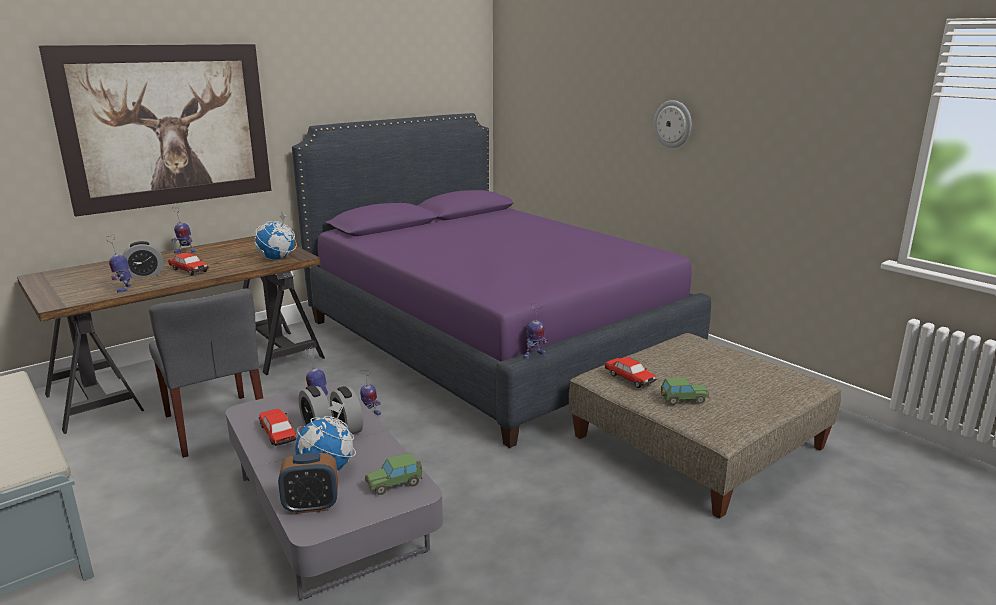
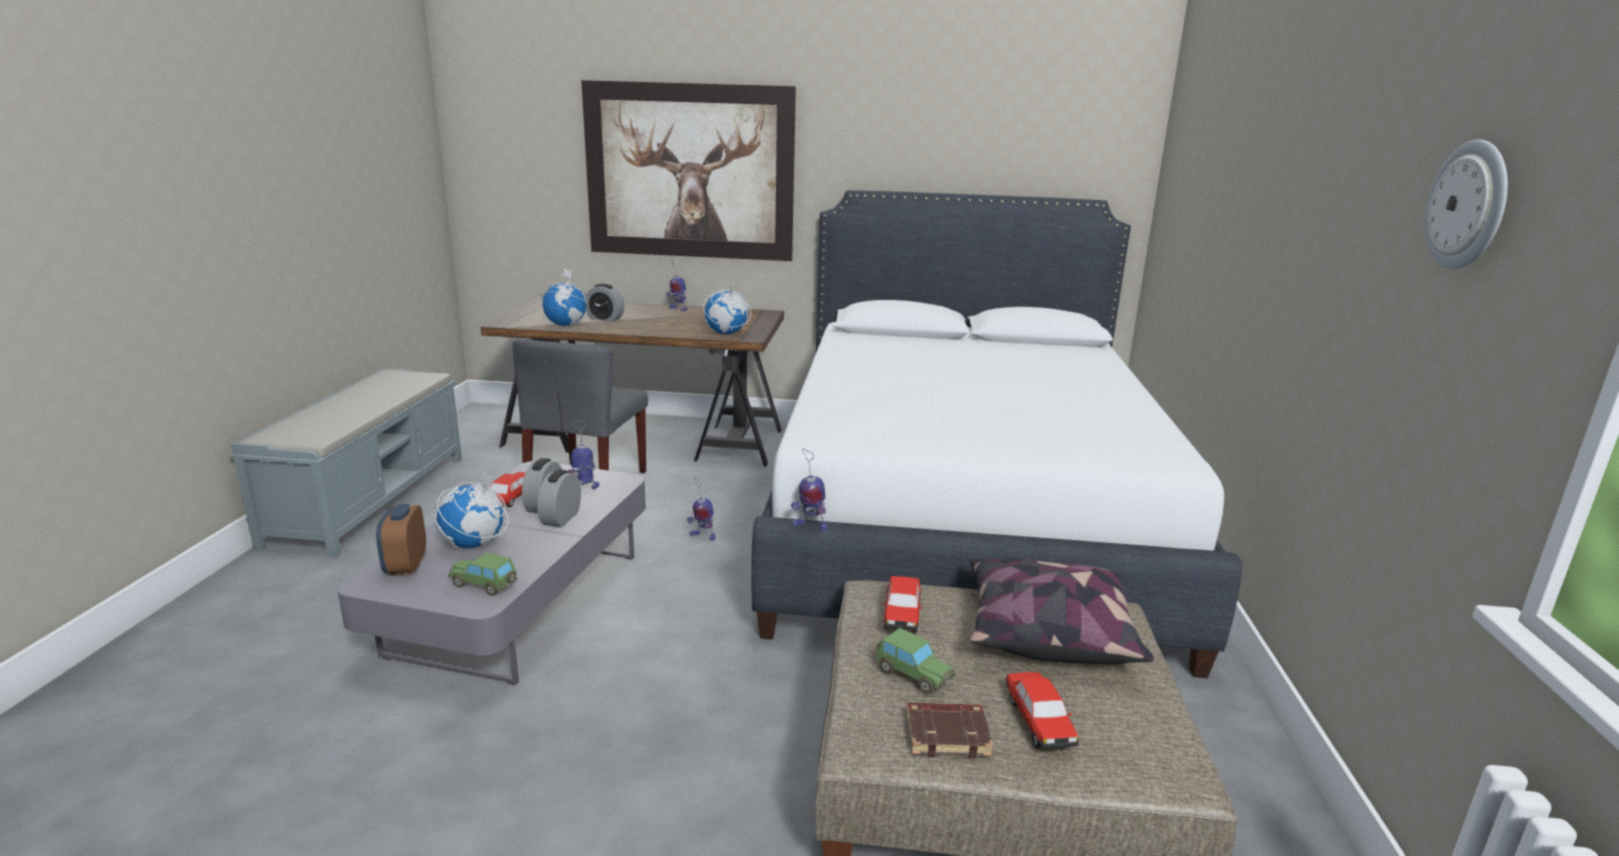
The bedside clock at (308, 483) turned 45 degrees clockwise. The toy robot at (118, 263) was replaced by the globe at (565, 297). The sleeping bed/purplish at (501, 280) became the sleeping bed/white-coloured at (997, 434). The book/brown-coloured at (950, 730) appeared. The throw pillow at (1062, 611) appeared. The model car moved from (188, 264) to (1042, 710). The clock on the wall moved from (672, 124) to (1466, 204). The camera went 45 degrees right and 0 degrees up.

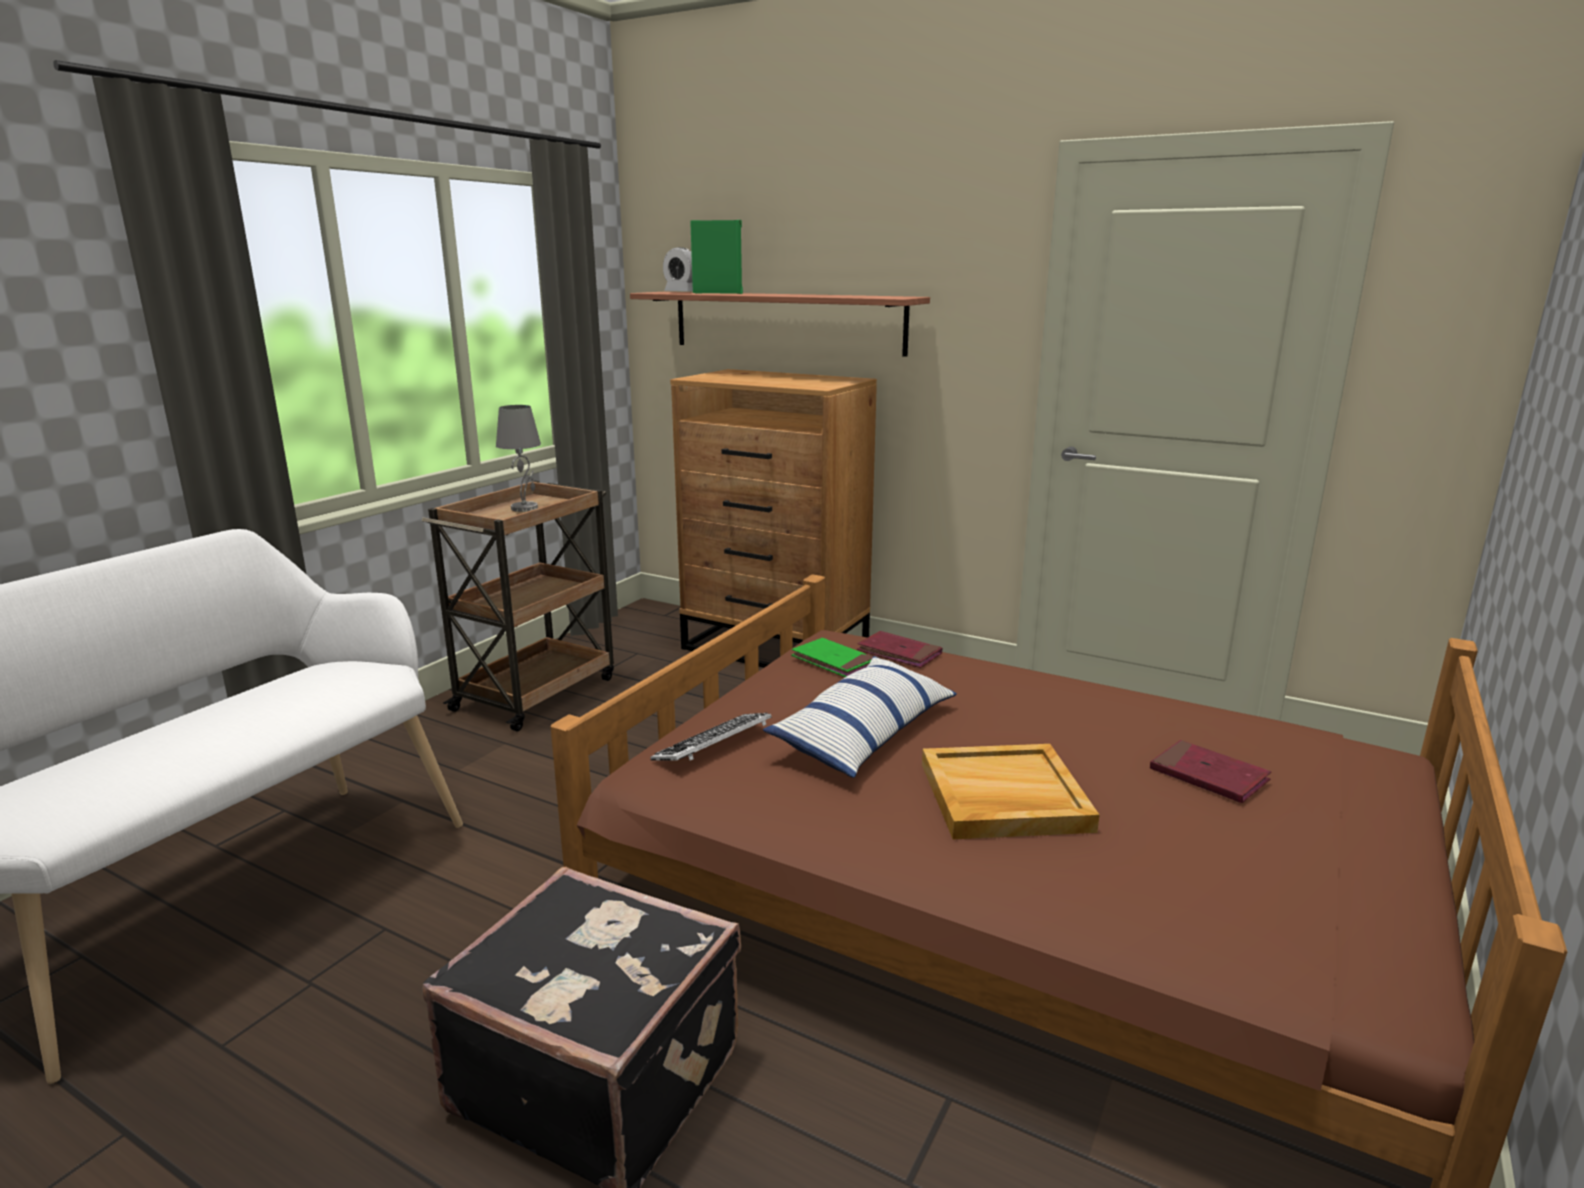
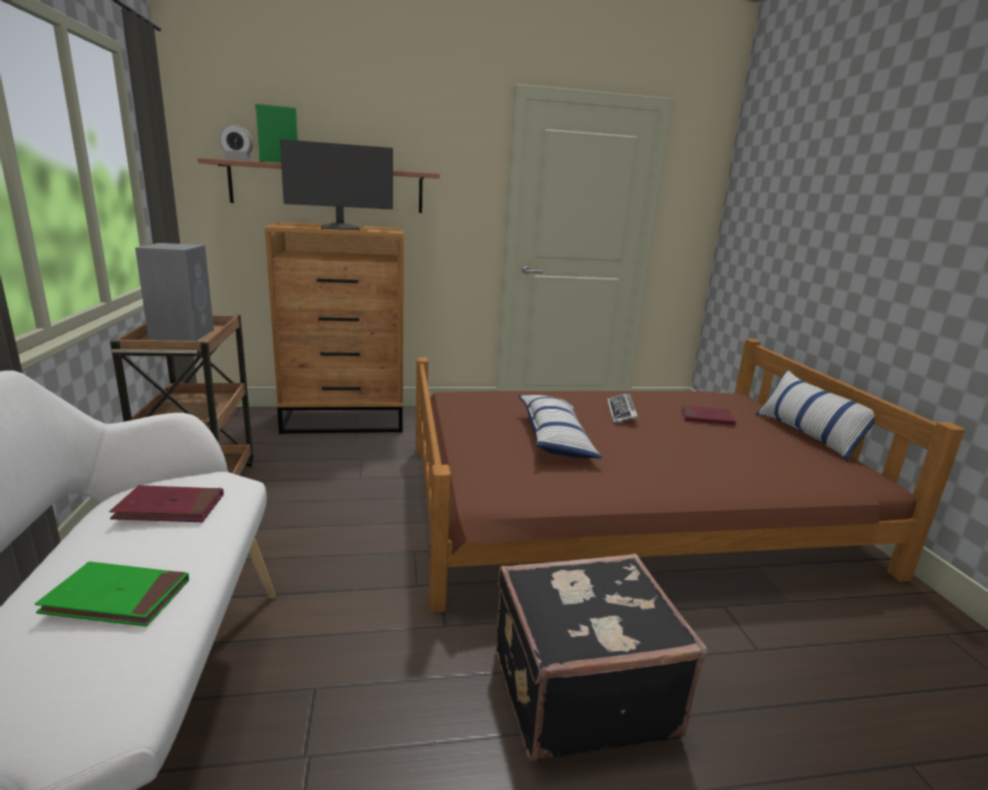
The book/greenish moved from (832, 657) to (112, 594). The book/reddish moved from (899, 649) to (166, 503). The lamp for a table/gray at (518, 458) was replaced by the speaker/gray at (174, 292). The monitor at (336, 184) appeared. The keyboard moved from (711, 737) to (622, 408). The throw pillow at (815, 415) appeared. The tray/beige at (1011, 791) disappeared. The camera went 40 degrees left and 0 degrees up.

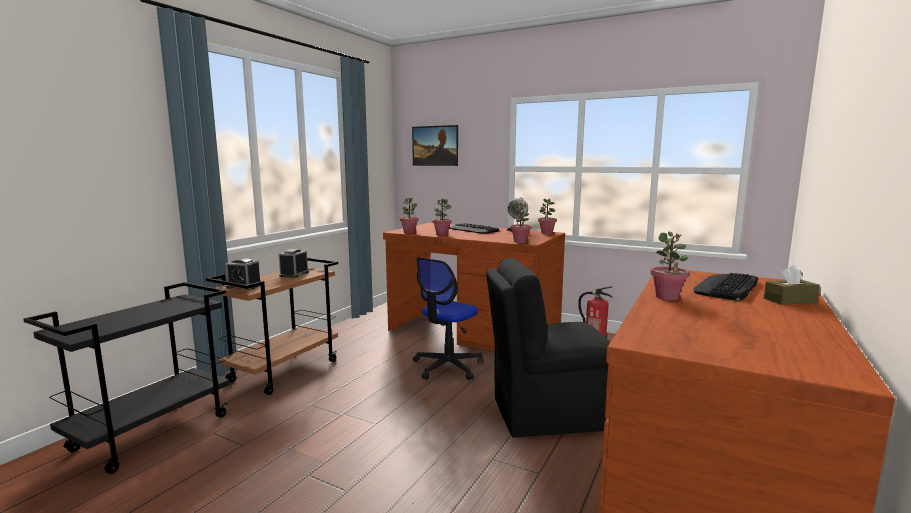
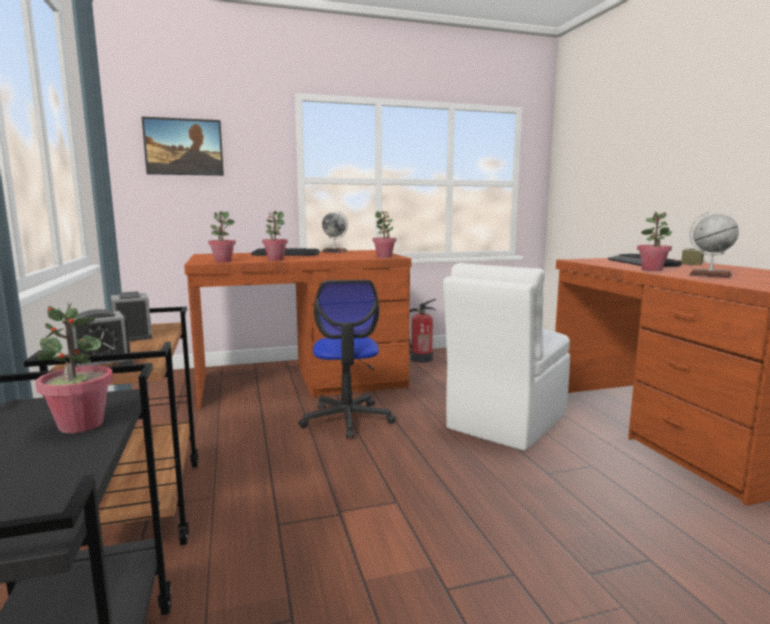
The houseplant moved from (547, 216) to (74, 367). The upright chair/black-coloured at (548, 347) became the upright chair/white-coloured at (506, 357). The globe at (714, 245) appeared. The camera went 45 degrees left and 0 degrees up.

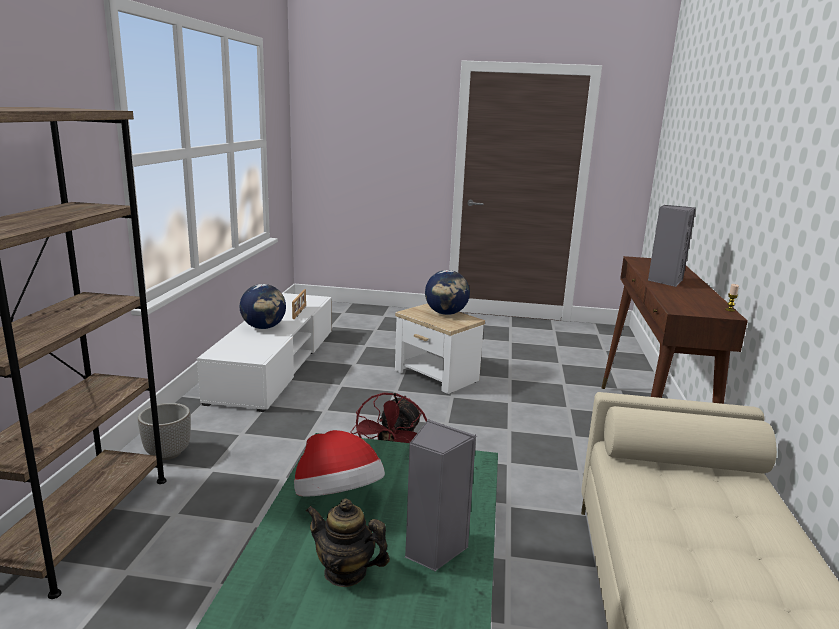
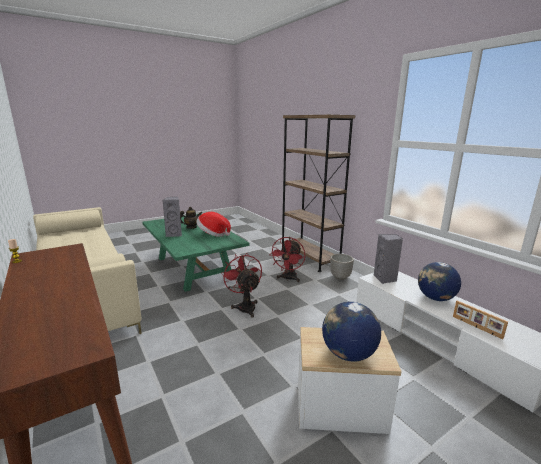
The cooling fan/reddish at (287, 259) appeared. The speaker/gray moved from (672, 246) to (388, 259). The camera went 140 degrees right and 0 degrees up.

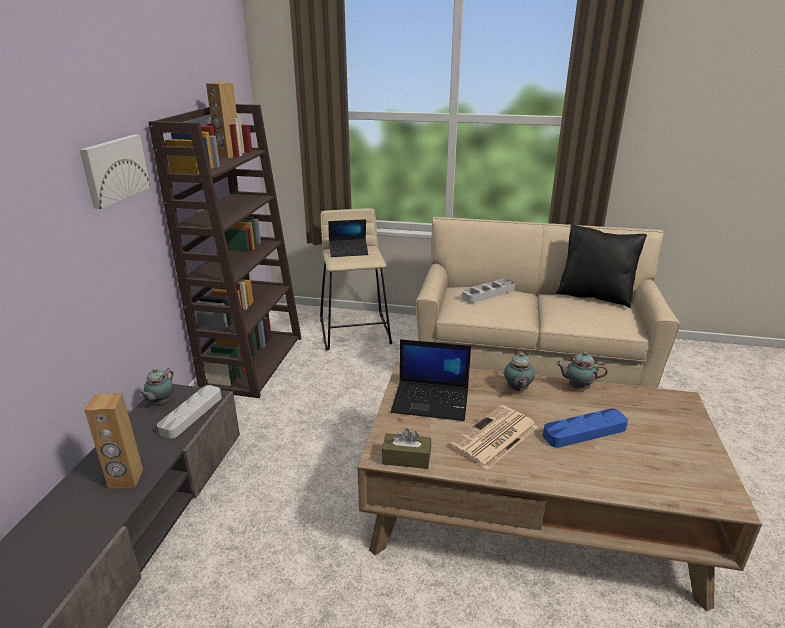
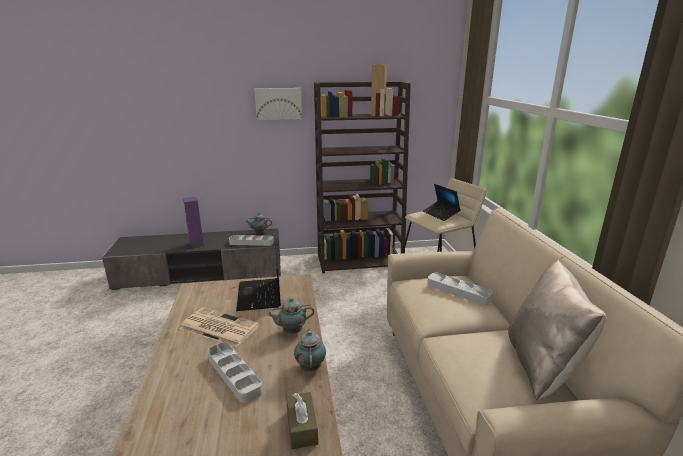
The speaker/brown-coloured at (113, 441) became the speaker/purplish at (193, 222). The tray/blue at (585, 428) became the tray/gray at (235, 372). The tissue holder/brown-coloured moved from (406, 448) to (302, 420). The throw pillow/black-coloured at (601, 266) became the throw pillow/beige at (557, 330). The camera went 70 degrees right and 5 degrees down.

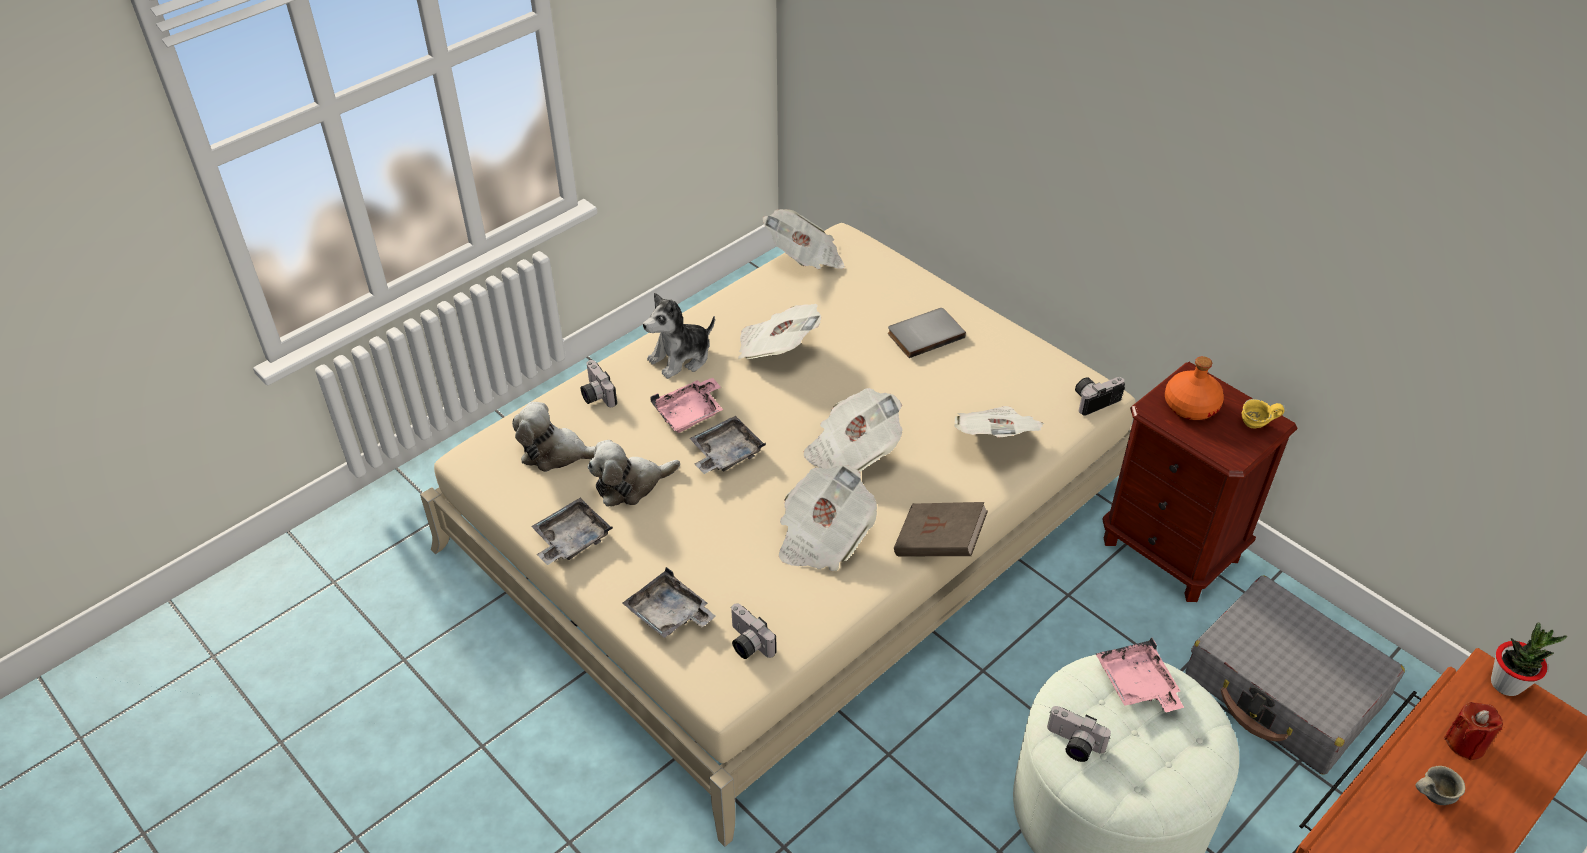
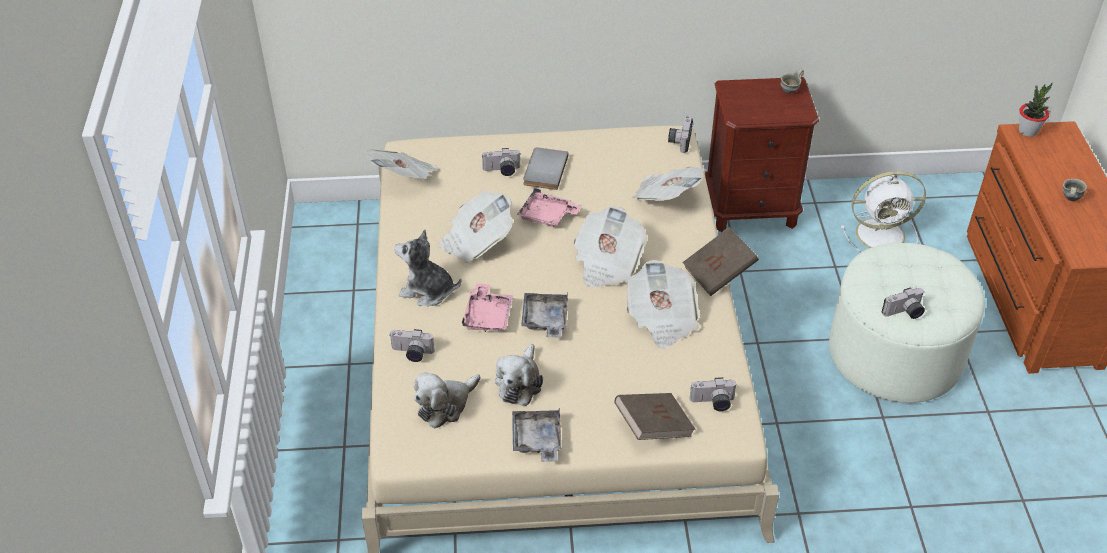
The plush toy at (679, 336) turned 105 degrees clockwise. The photo camera at (501, 162) appeared. The tray/pink moved from (1140, 675) to (549, 207). The tray/gray at (669, 602) was replaced by the book/brown-coloured at (655, 416). The mug/yellow-coloured at (1263, 413) became the mug/gray at (792, 81). The travel case/gray at (1295, 675) was replaced by the cooling fan/white-coloured at (883, 211). The drink bottle/orange at (1194, 388) disappeared. The candle/reddish at (1473, 731) disappeared. The camera went 50 degrees left and 0 degrees up.

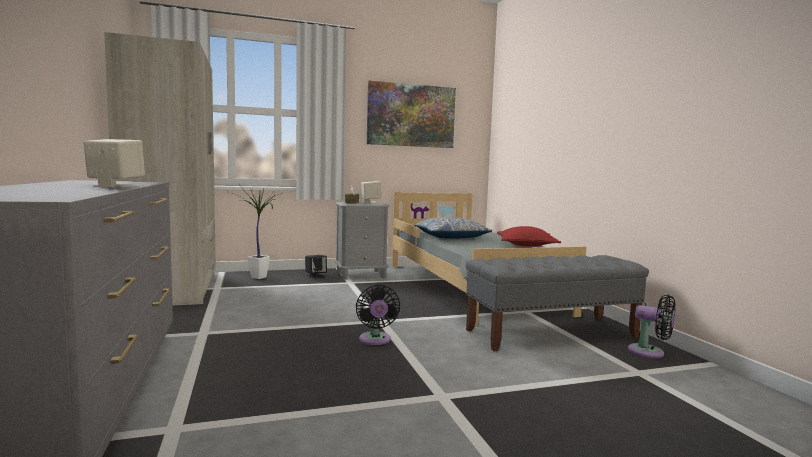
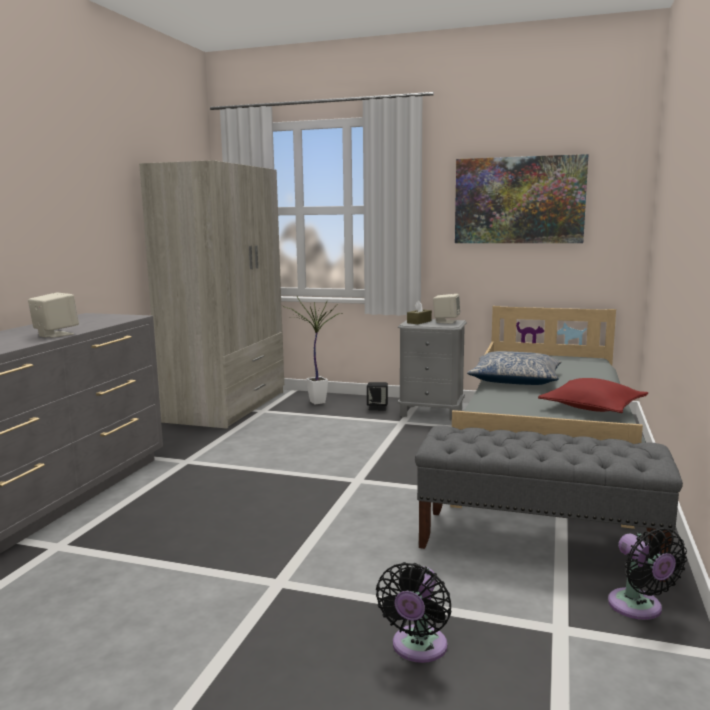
The cooling fan/black-coloured moved from (378, 315) to (414, 612). The camera went 35 degrees right and 5 degrees up.

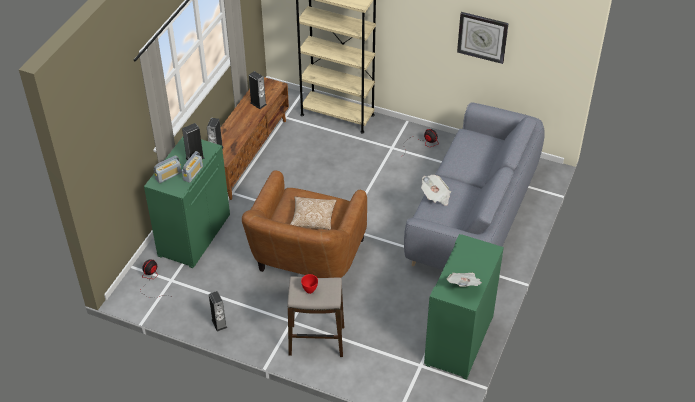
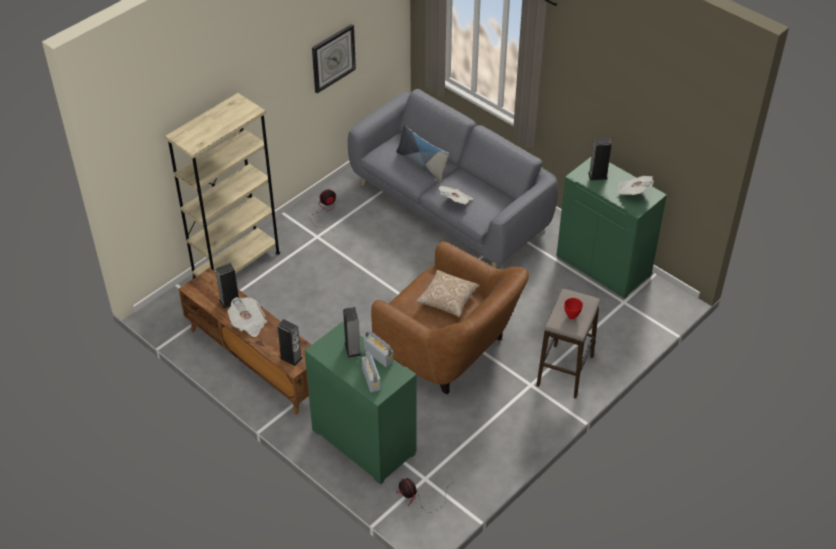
The newspaper at (247, 317) appeared. The throw pillow at (422, 153) appeared. The speaker moved from (218, 311) to (600, 159). The camera went 70 degrees left and 0 degrees up.

